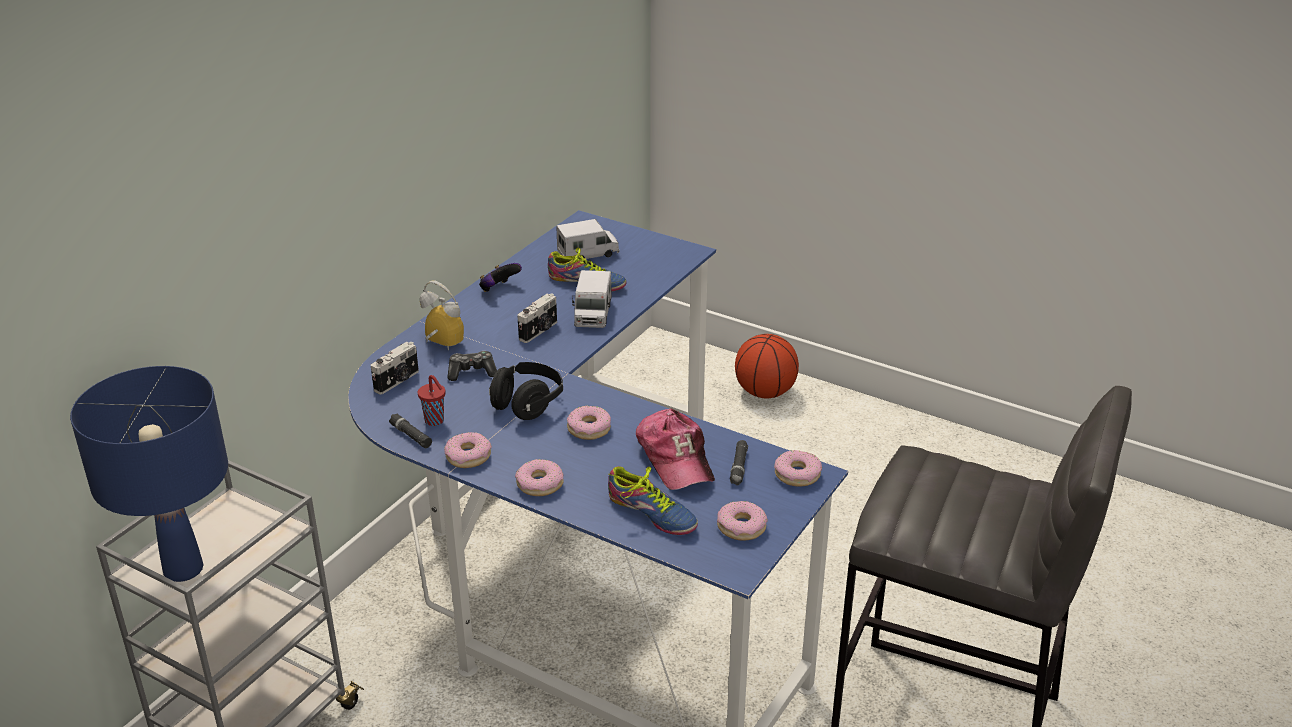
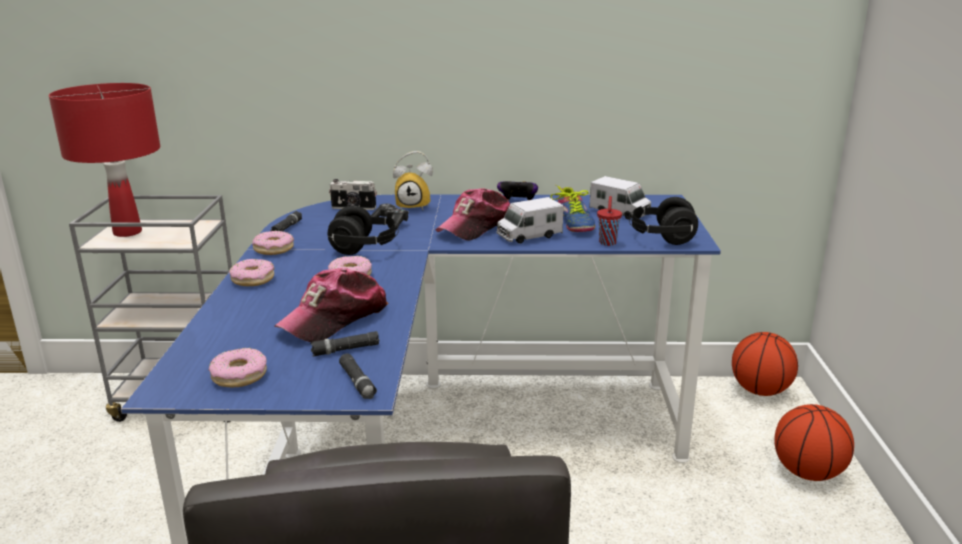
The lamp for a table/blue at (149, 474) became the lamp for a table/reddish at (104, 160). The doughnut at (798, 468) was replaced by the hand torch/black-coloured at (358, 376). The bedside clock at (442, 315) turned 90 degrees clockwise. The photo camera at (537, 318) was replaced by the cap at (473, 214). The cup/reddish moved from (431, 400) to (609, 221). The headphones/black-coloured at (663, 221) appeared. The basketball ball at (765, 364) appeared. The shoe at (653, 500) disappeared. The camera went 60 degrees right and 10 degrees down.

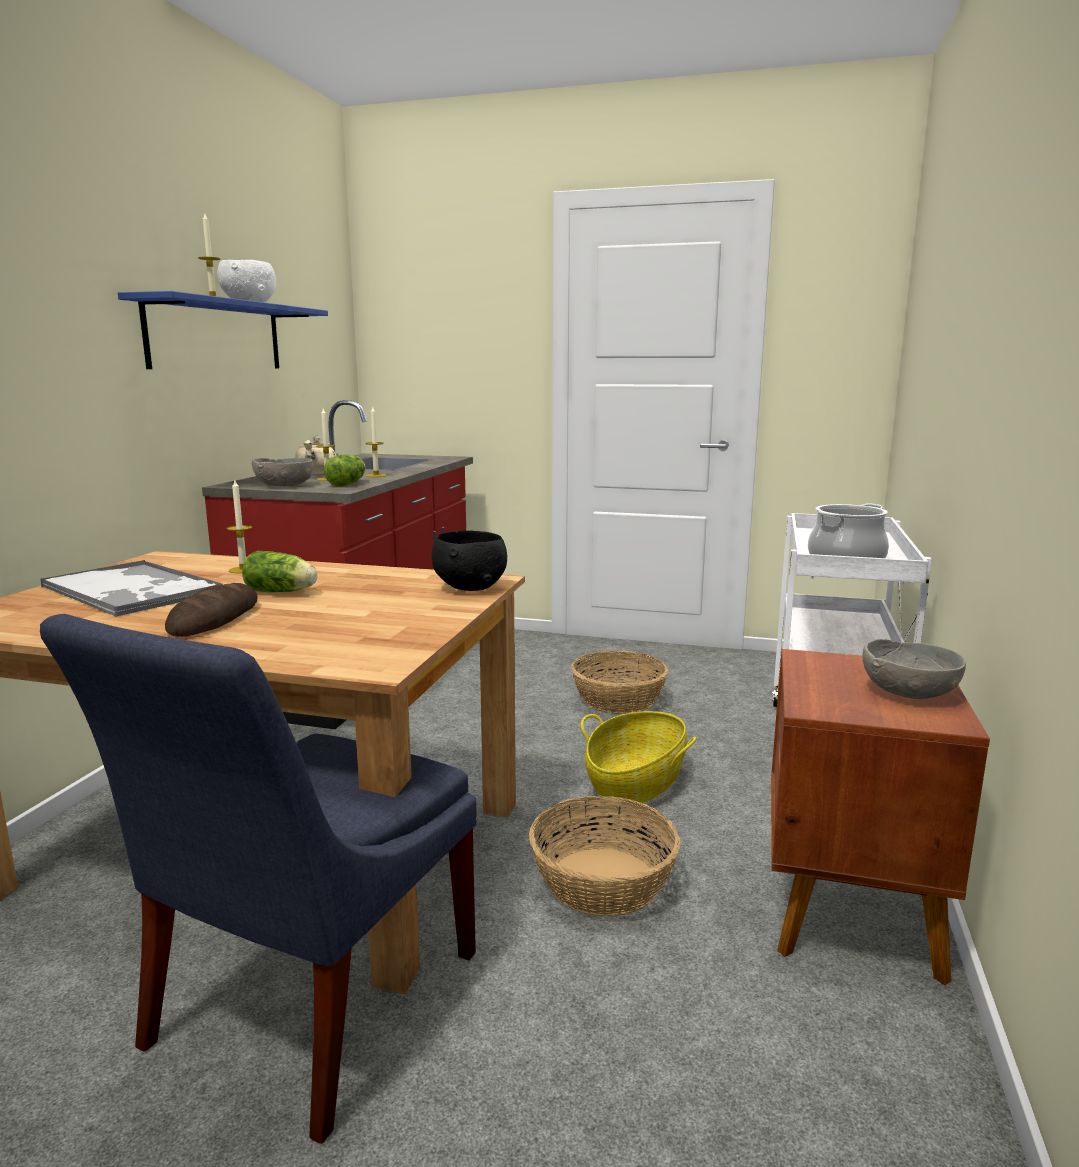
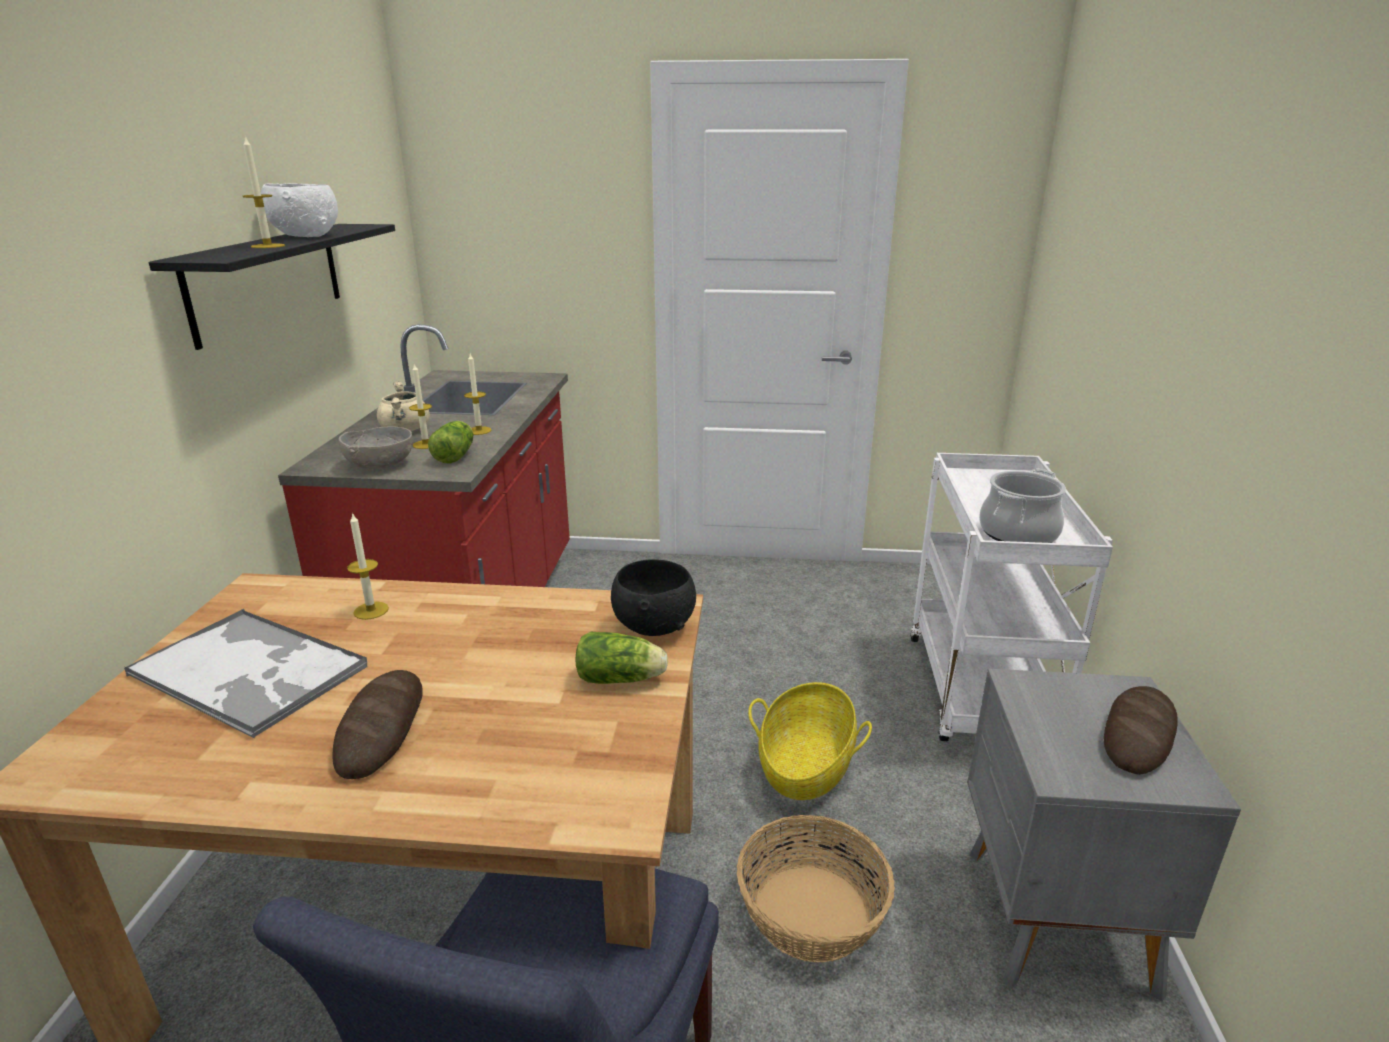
The wall shelf/blue at (223, 330) became the wall shelf/black-coloured at (272, 287). The head of lettuce moved from (280, 571) to (622, 657). The bedside table/brown-coloured at (880, 817) became the bedside table/gray at (1104, 835). The serving bowl/gray at (914, 669) was replaced by the baked bread at (1141, 730). The storage basket at (619, 682) disappeared. The camera went 10 degrees left and 10 degrees up.

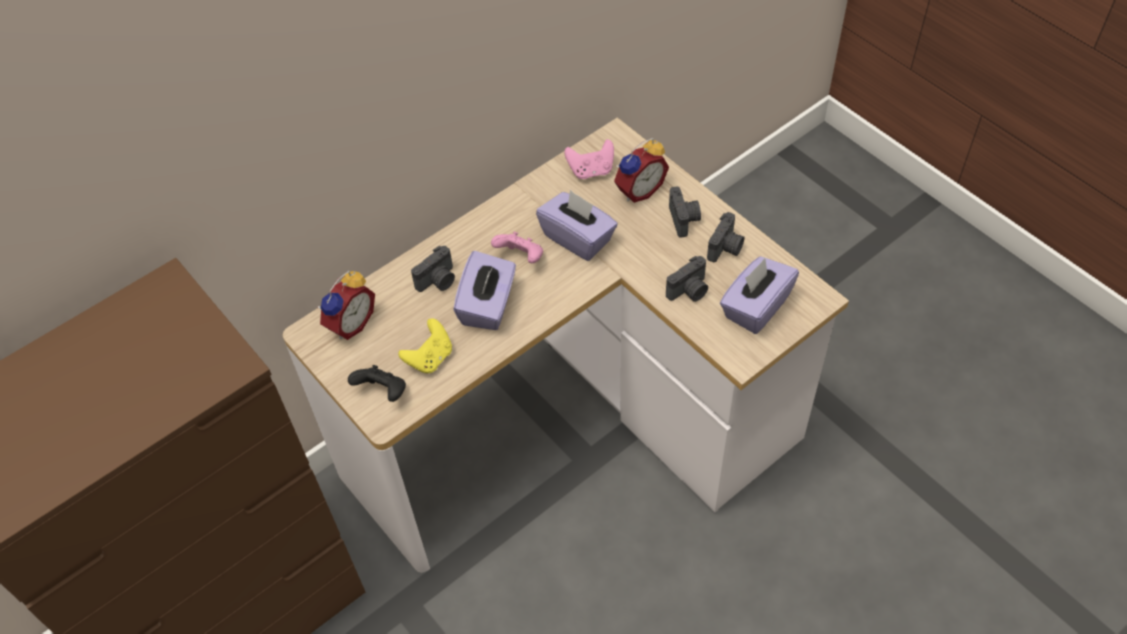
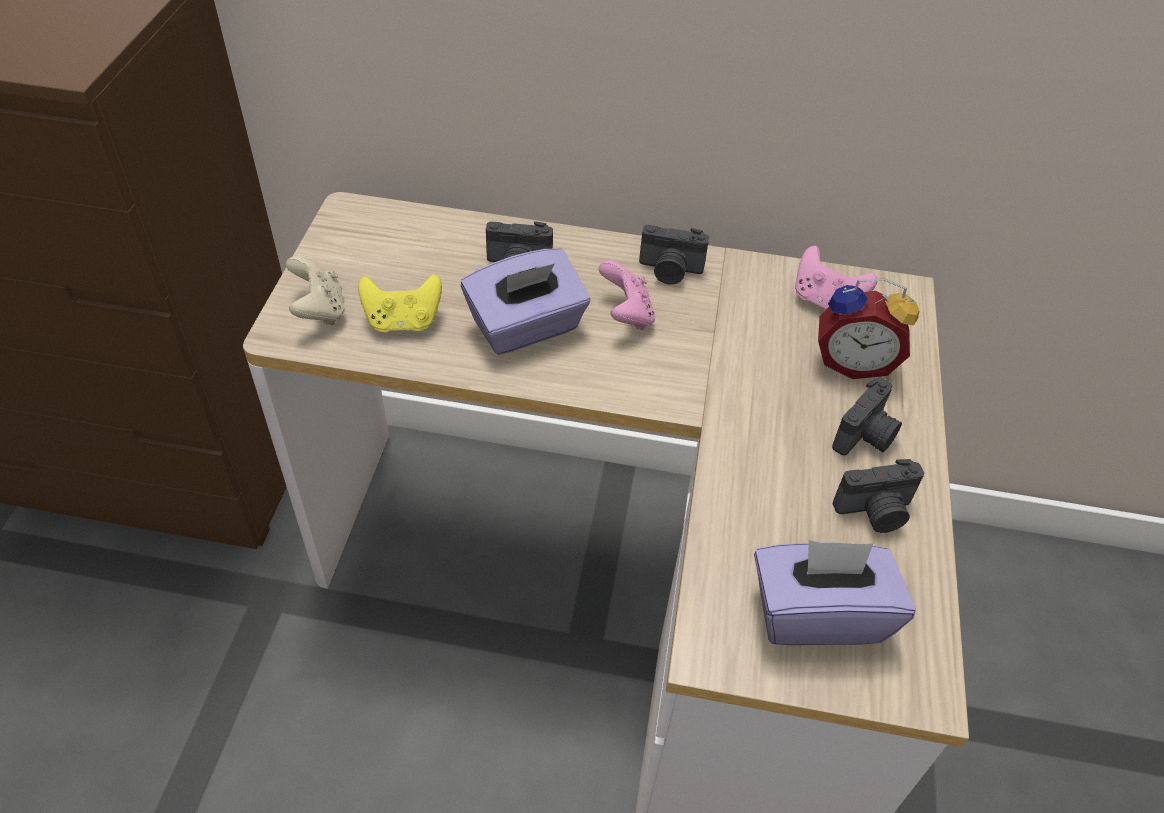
The joypad/black-coloured at (377, 383) became the joypad/beige at (315, 290). The photo camera moved from (687, 279) to (674, 255). The bedside clock at (346, 305) disappeared. The tissue holder/purplish at (577, 225) disappeared. The camera went 45 degrees right and 5 degrees down.

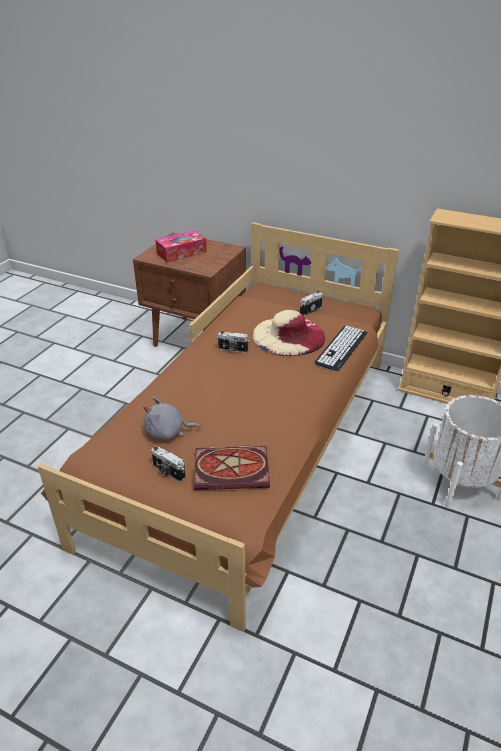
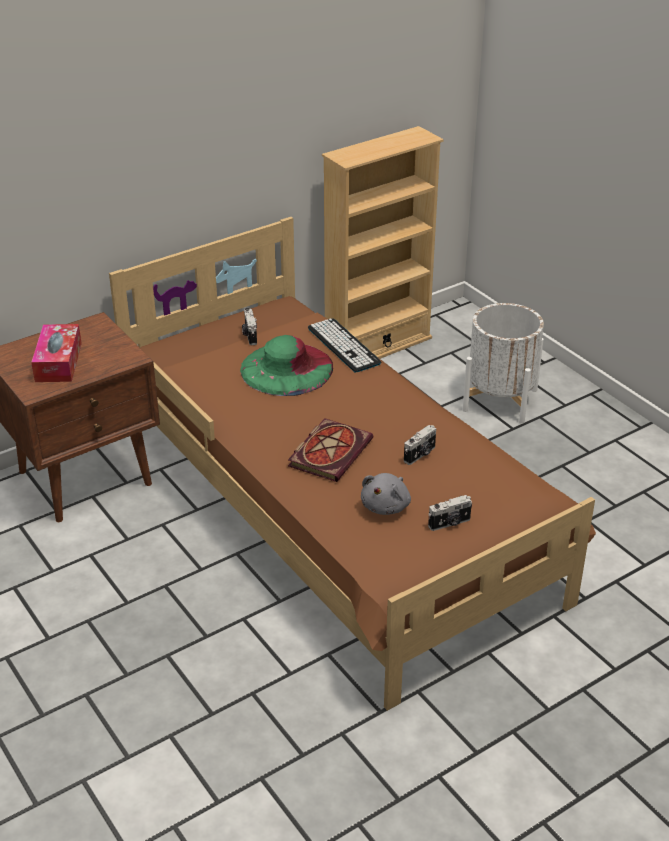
The wearable hat/beige at (289, 333) became the wearable hat/greenish at (286, 365). The book moved from (232, 467) to (330, 450). The photo camera moved from (233, 342) to (420, 445). The camera went 60 degrees left and 0 degrees up.

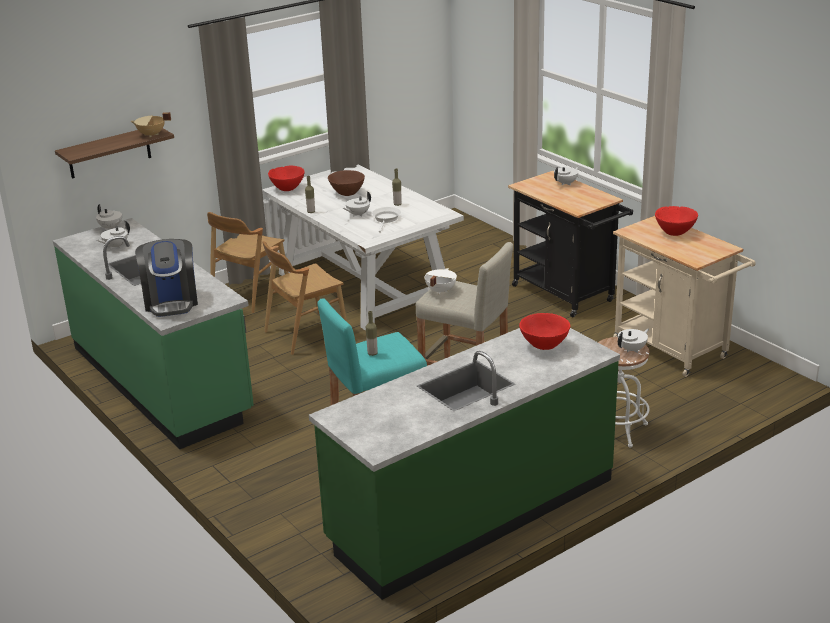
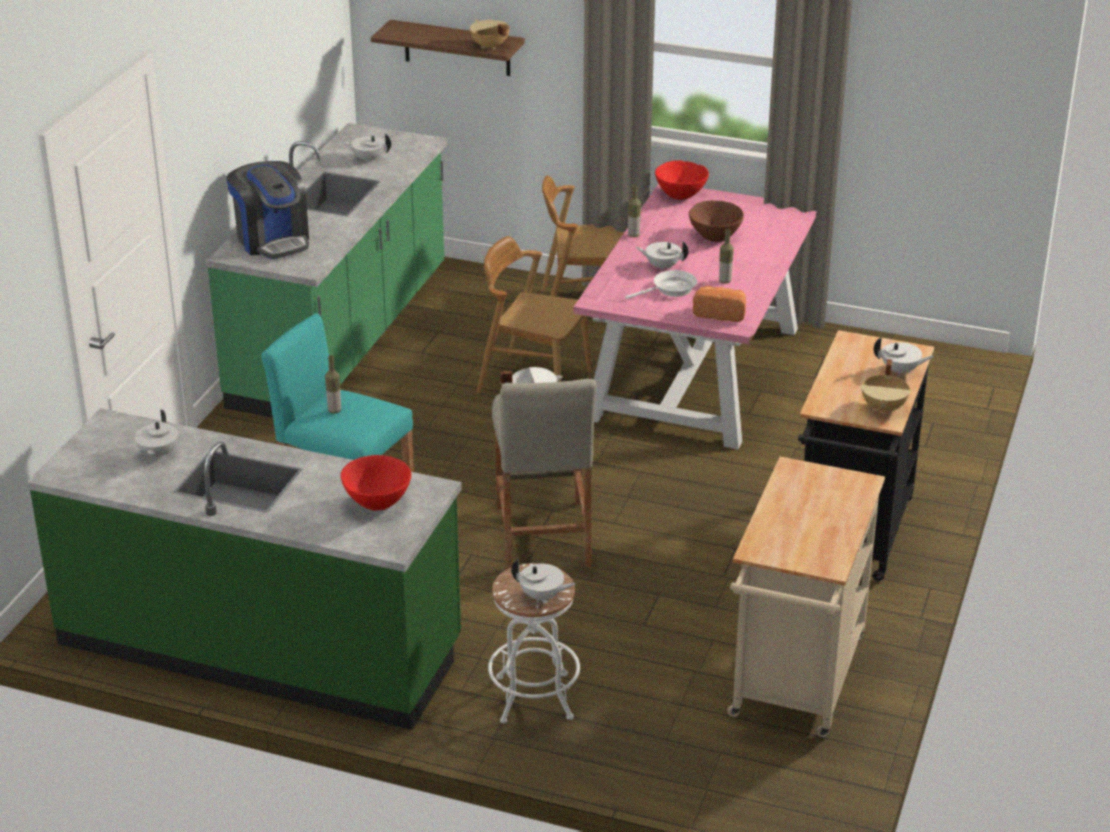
The tea pot/white-coloured moved from (109, 217) to (156, 435). The coffee machine at (166, 278) turned 75 degrees counterclockwise. The dining table/white-coloured at (363, 248) became the dining table/pink at (695, 316). The baked bread at (719, 304) appeared. The cooking pot/beige at (886, 386) appeared. The serving bowl/reddish at (676, 221) disappeared. The camera went 55 degrees right and 5 degrees up.

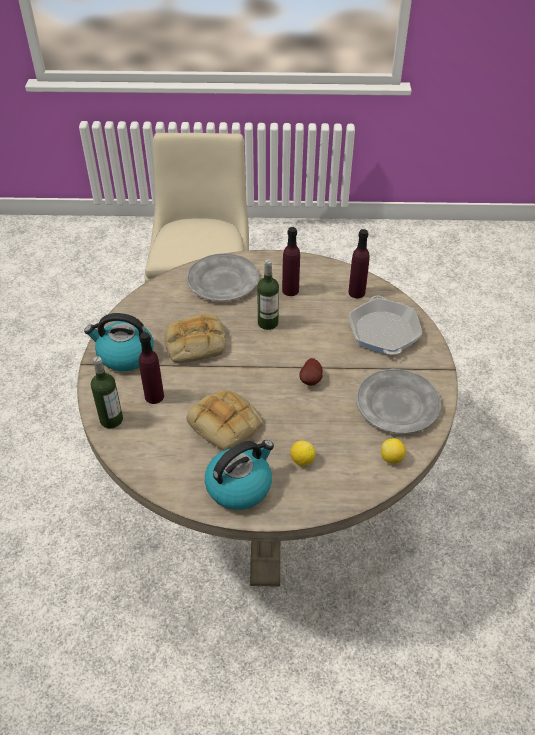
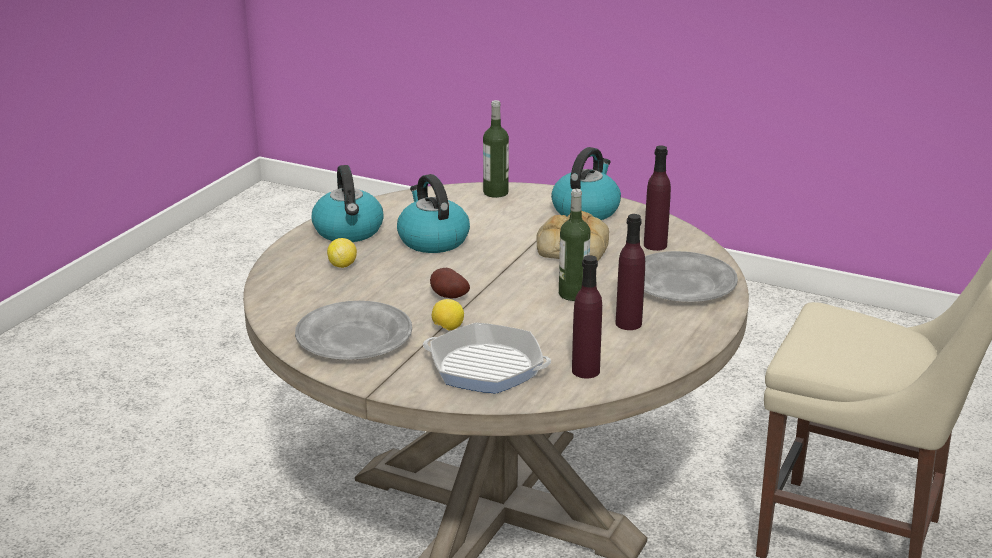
The baked bread at (224, 420) was replaced by the tea kettle at (433, 213). The lemon moved from (393, 450) to (448, 315). The drink bottle/purplish moved from (151, 368) to (657, 198). The camera went 115 degrees right and 20 degrees down.

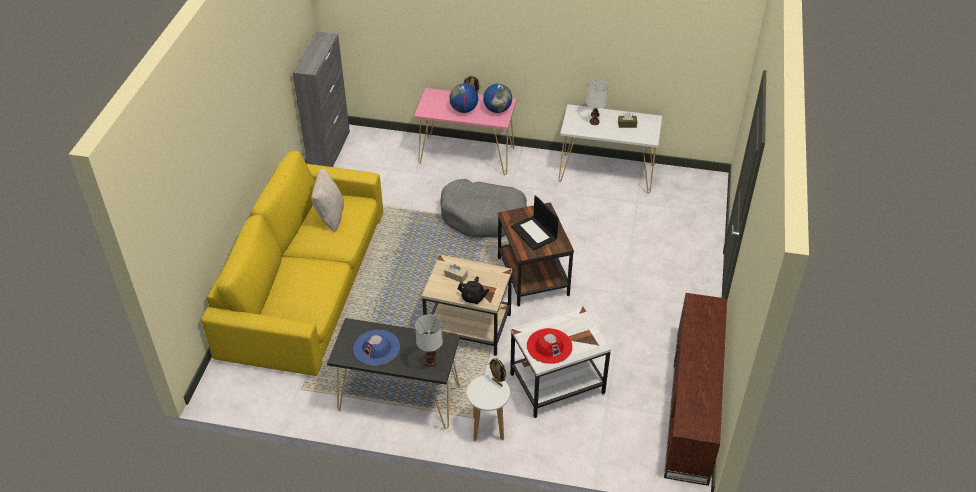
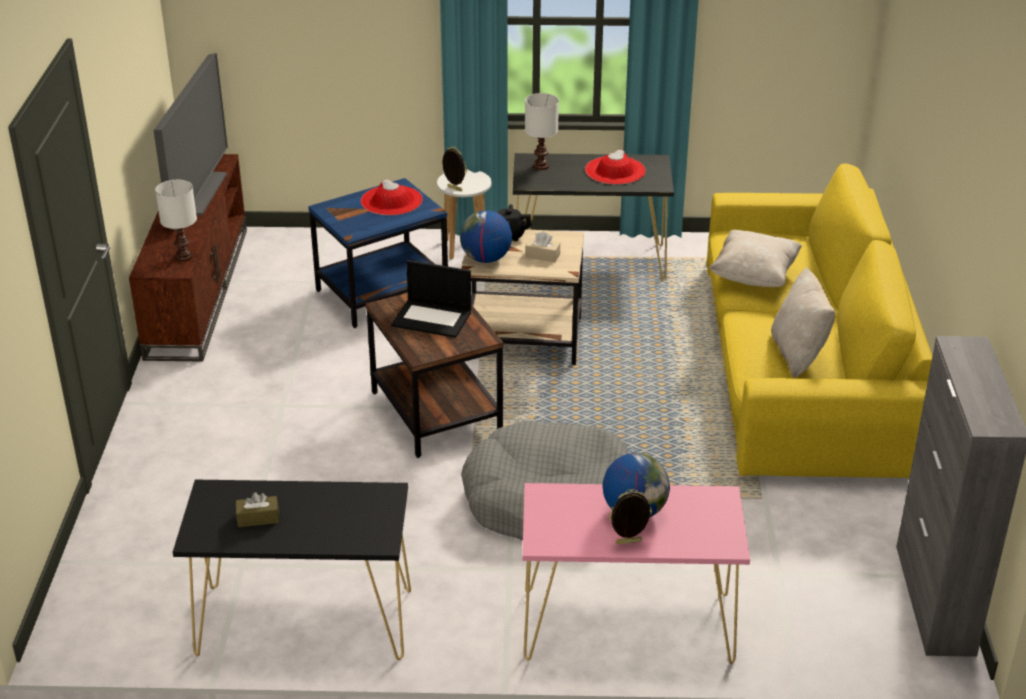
The television at (190, 142) appeared. The lamp for a table/white-coloured moved from (597, 102) to (176, 221). The console table/white-coloured at (610, 148) became the console table/black-coloured at (292, 570). The end table/white-coloured at (560, 362) became the end table/blue at (378, 253). The portable computer at (535, 222) turned 150 degrees clockwise. The globe moved from (497, 98) to (486, 236). The wearable hat/blue at (377, 348) became the wearable hat/reddish at (615, 166). The throw pillow/beige at (755, 258) appeared. The camera went 170 degrees right and 10 degrees down.

